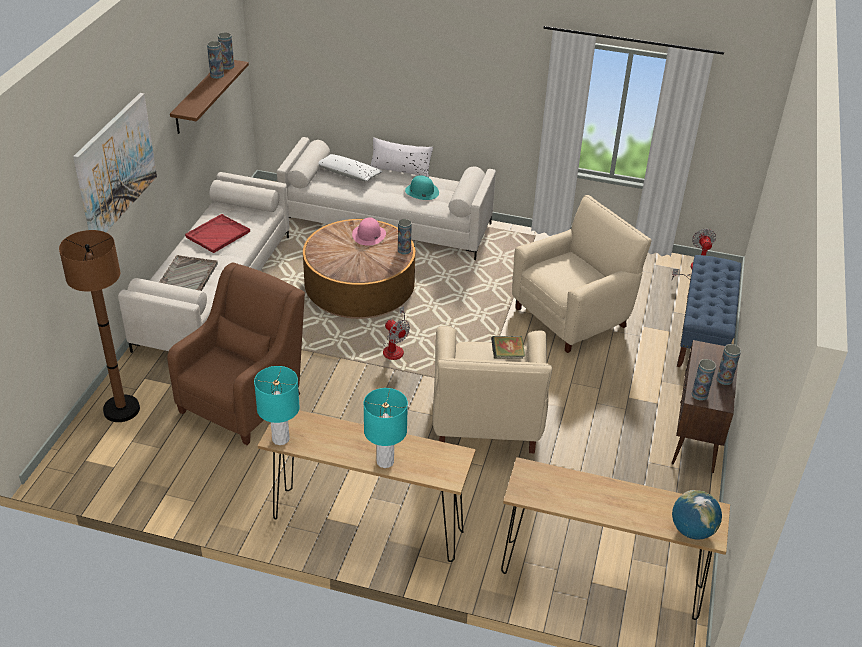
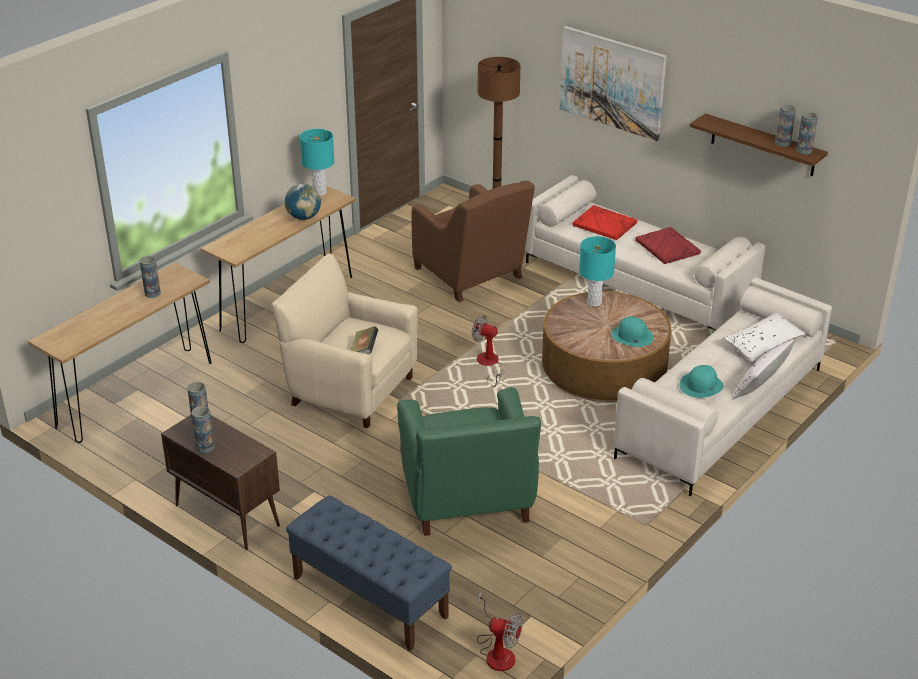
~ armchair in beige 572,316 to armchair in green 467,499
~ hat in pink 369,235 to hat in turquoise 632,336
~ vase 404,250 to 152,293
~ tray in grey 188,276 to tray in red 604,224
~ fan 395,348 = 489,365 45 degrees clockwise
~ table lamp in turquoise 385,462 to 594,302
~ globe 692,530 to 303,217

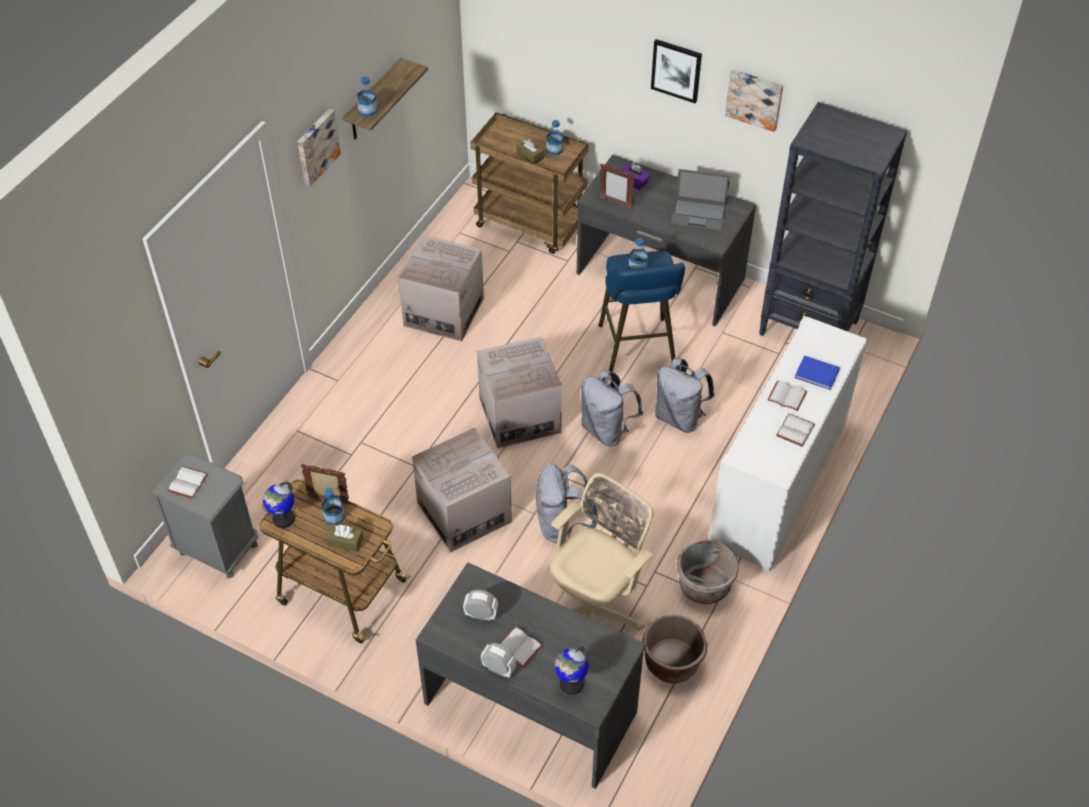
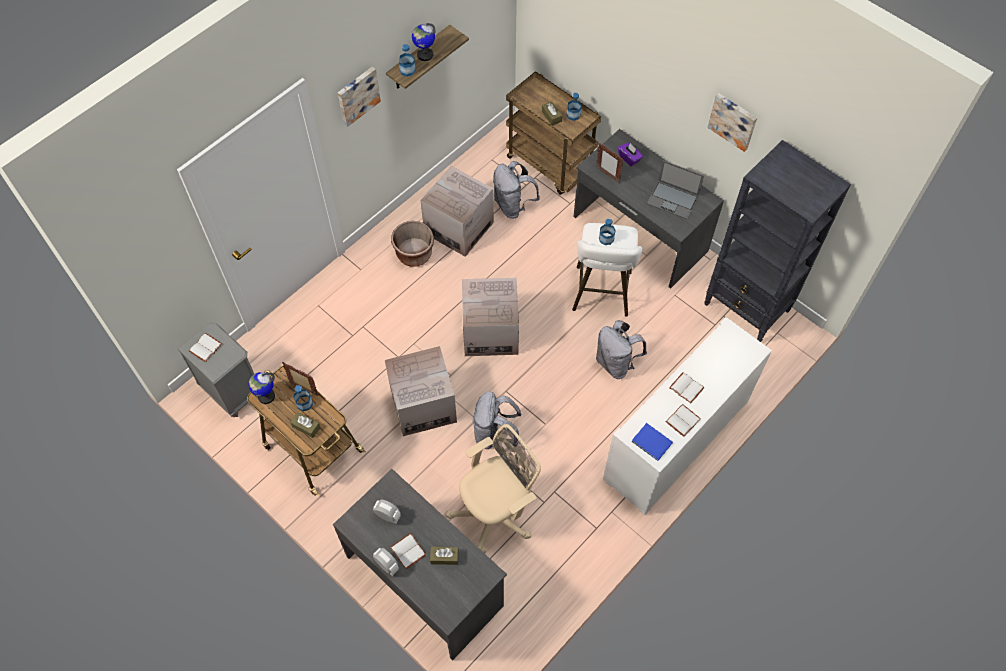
- picture 676,70
~ stool in blue 638,349 to stool in white 601,295
~ book in blue 817,375 to 652,443
~ backpack in grey 607,430 to 513,205
- planter in grey 704,586
~ planter in brown 671,663 to 414,254
~ globe 571,683 to 425,55
+ tissue box in brown 444,557

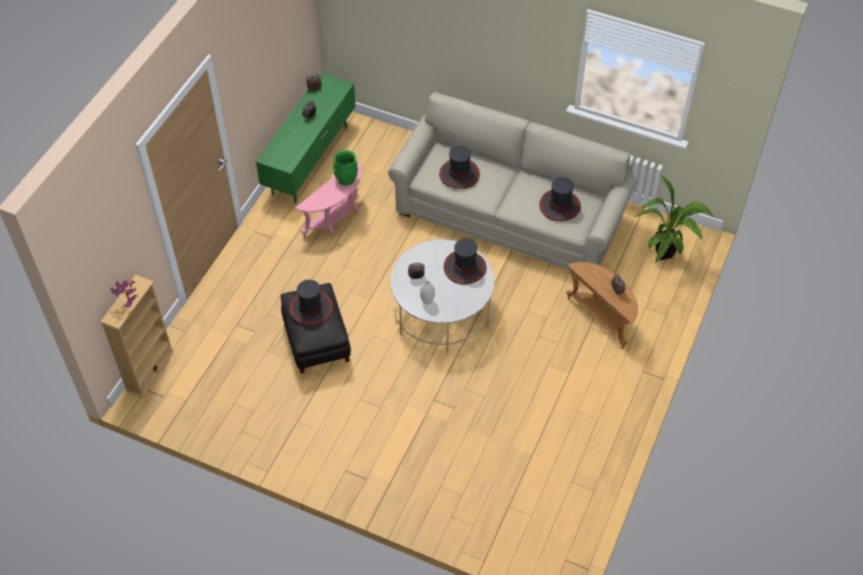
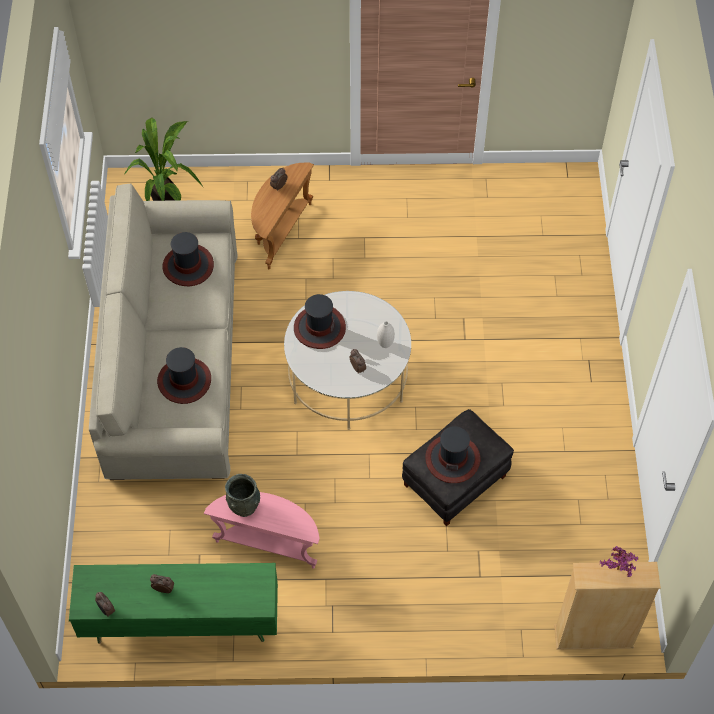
~ vase in green 346,180 to vase in grey 244,506

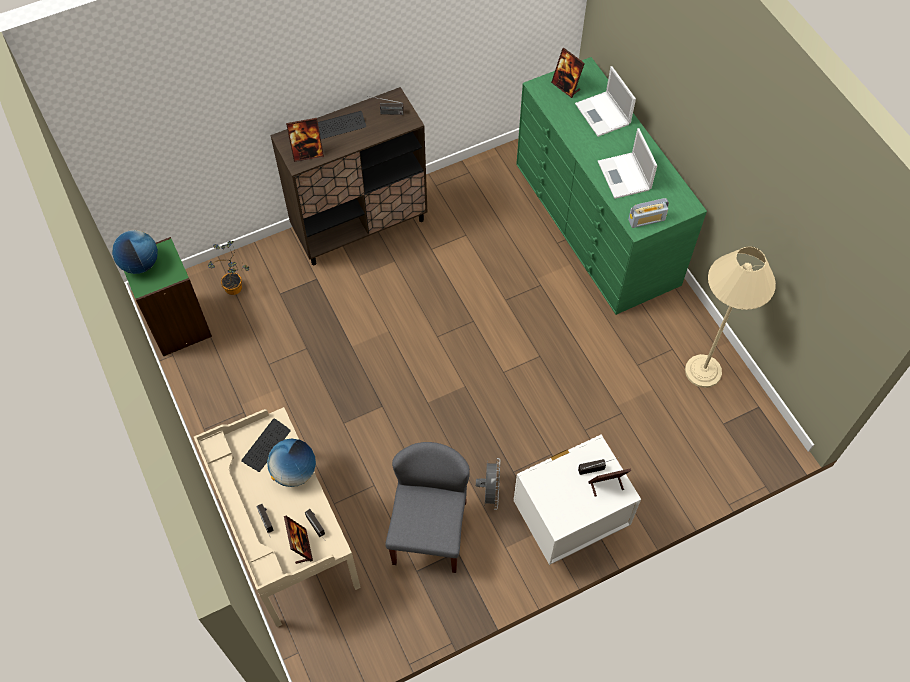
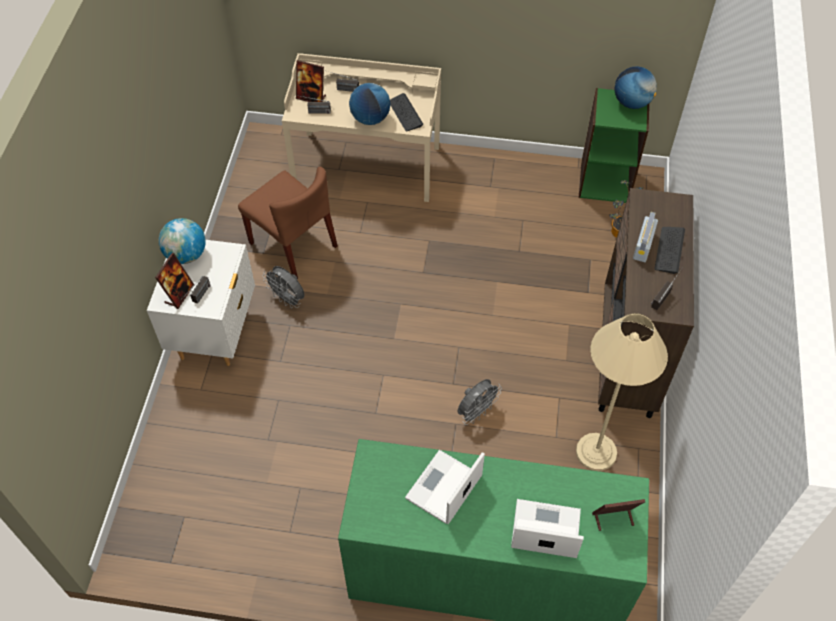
- picture frame 307,153
~ laptop 624,176 = 443,488 75 degrees counterclockwise
~ radio 646,220 to 643,246
~ floor lamp in beige 703,371 to 596,452
~ chair in grey 429,531 to chair in brown 293,245
+ globe 186,255
+ fan in grey 476,412

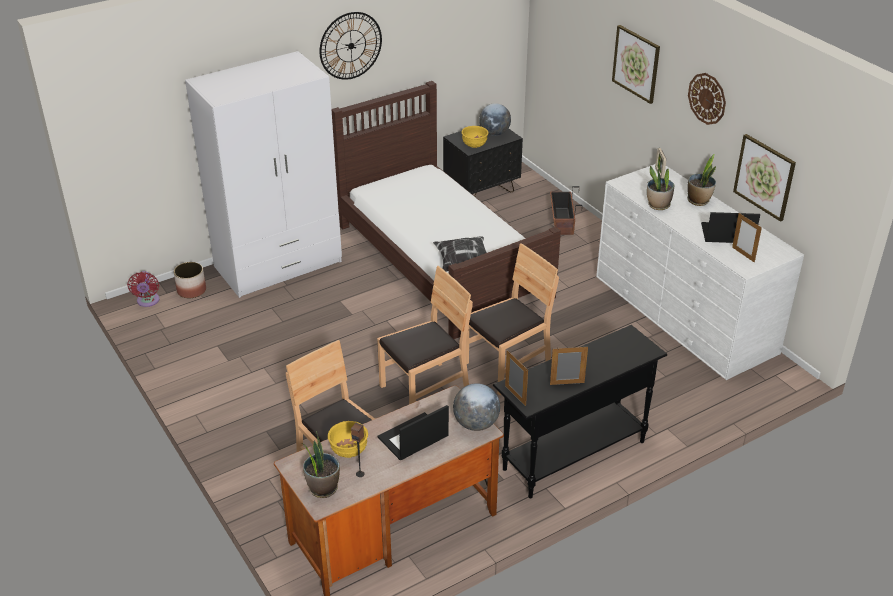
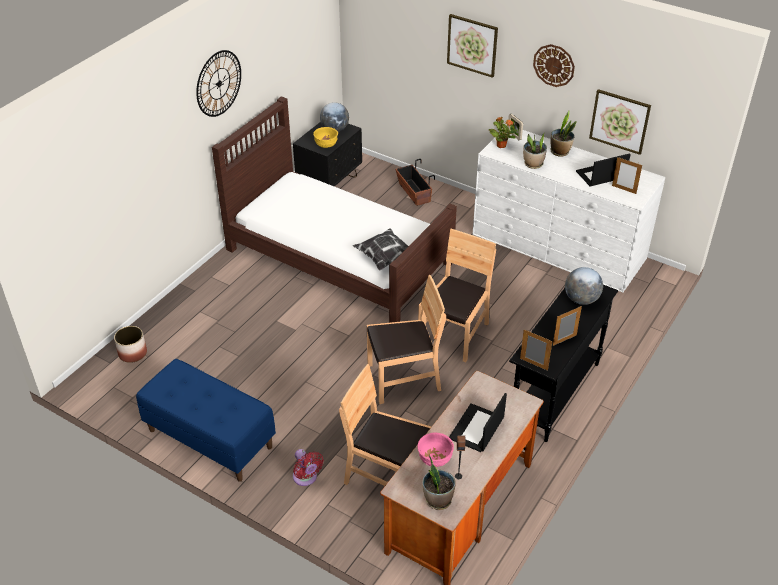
- wardrobe in white 279,264
~ chair in brown 425,390 = 403,378 45 degrees clockwise
~ fan in red 148,301 to 306,478
~ globe 476,424 to 581,299
~ bowl in yellow 348,451 to bowl in pink 434,459
+ potted plant 501,145
+ bench in blue 209,439

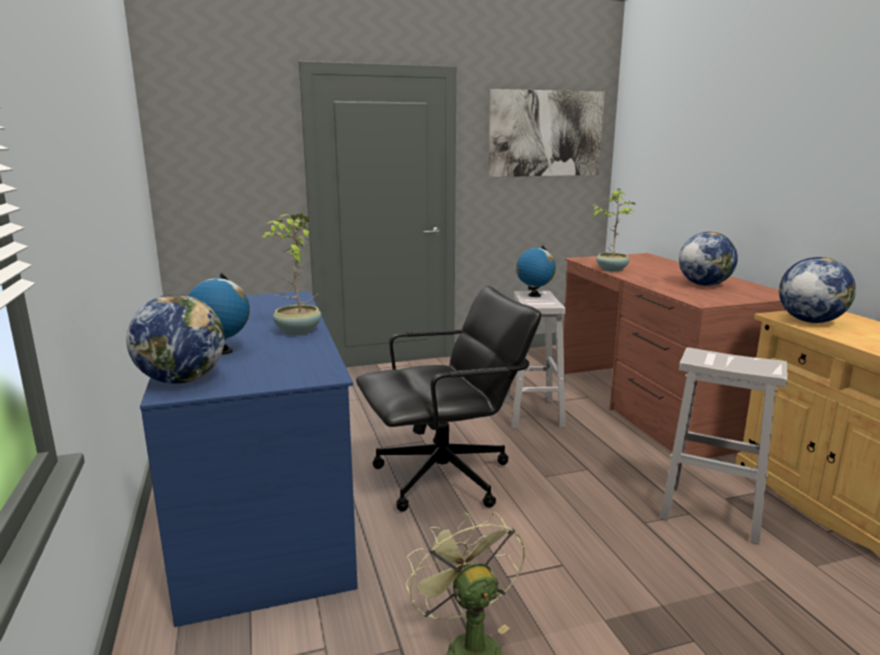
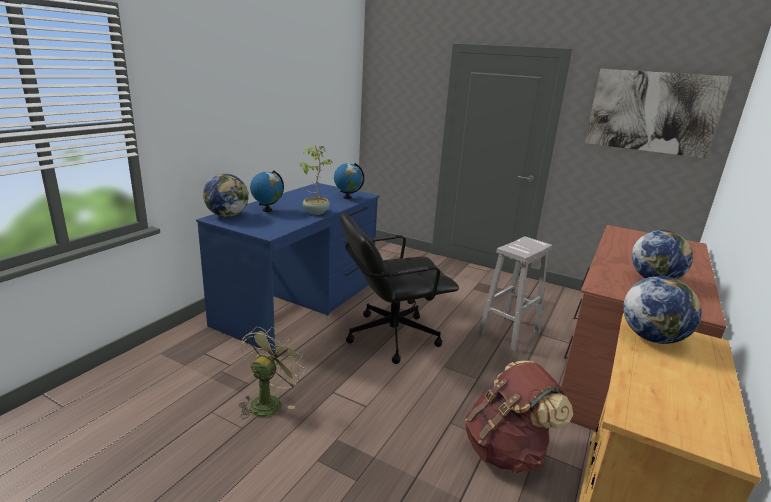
- potted plant 611,269
~ globe 534,295 to 347,197
~ office chair in black 445,477 = 391,335 135 degrees clockwise
~ stool in white 713,513 to backpack in brown 507,450

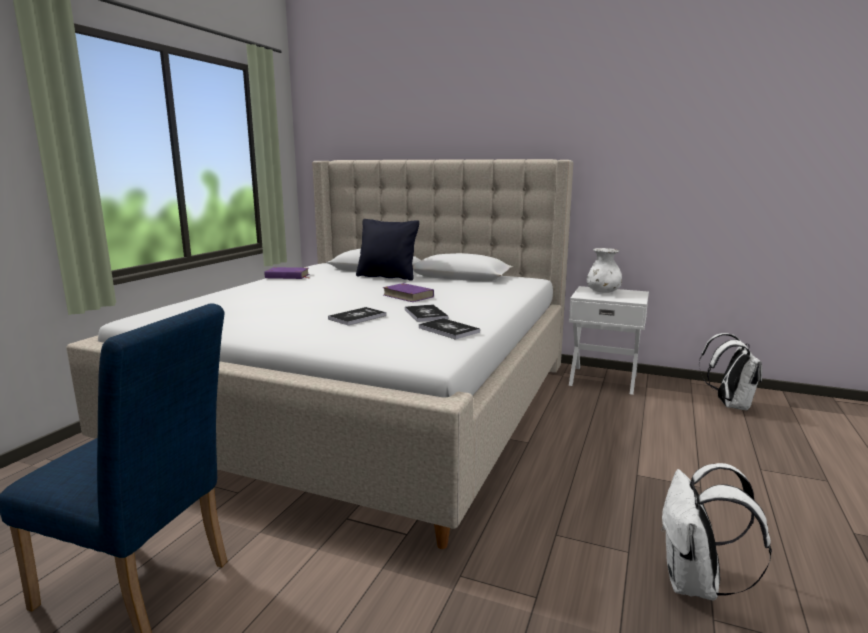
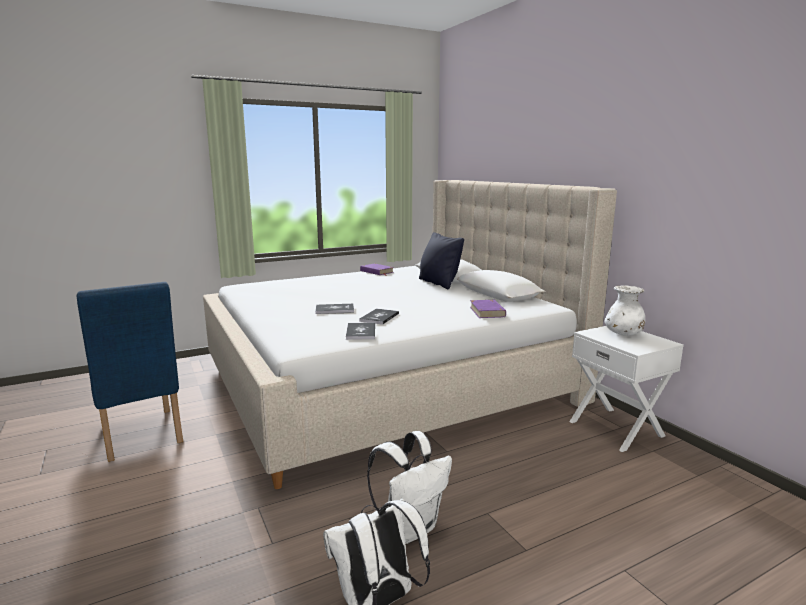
~ book in purple 408,296 to 487,312
~ backpack in white 729,404 to 410,528

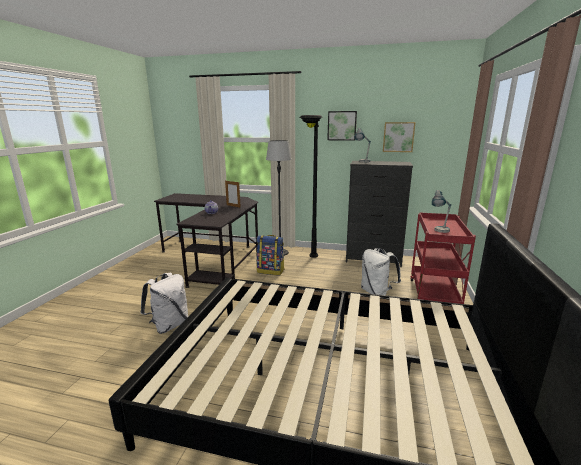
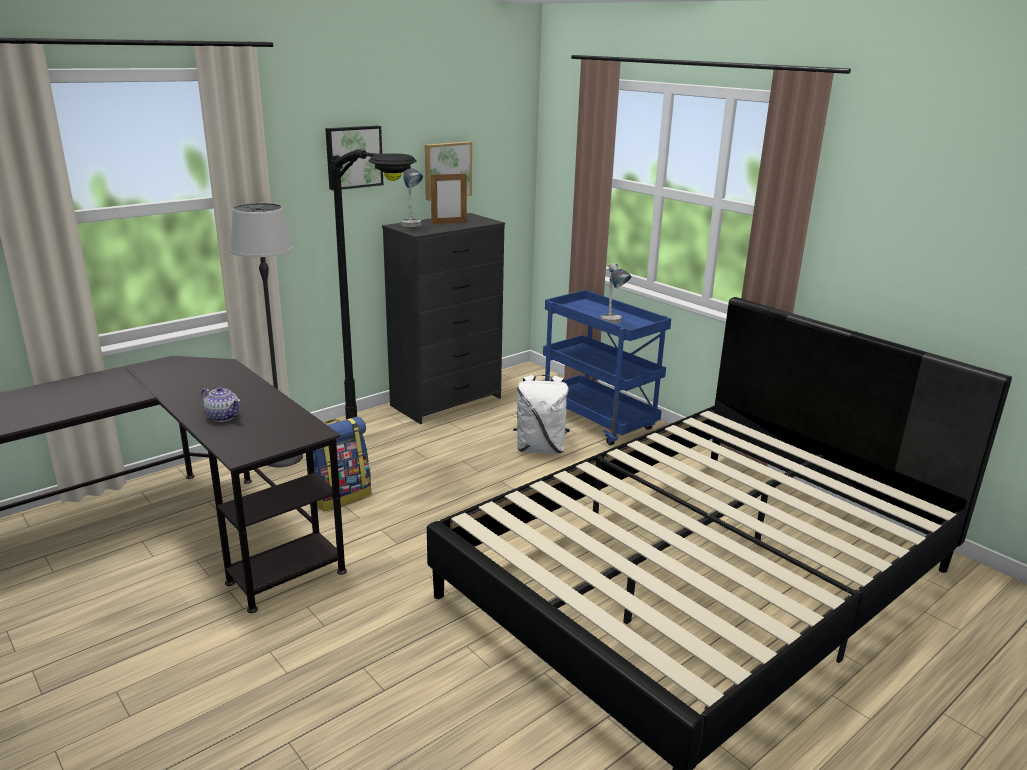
~ picture frame 233,206 to 449,223
~ cart in red 434,297 to cart in blue 599,421
- backpack in white 169,325

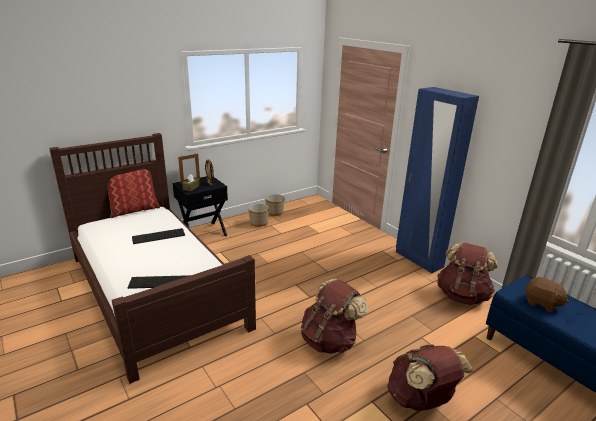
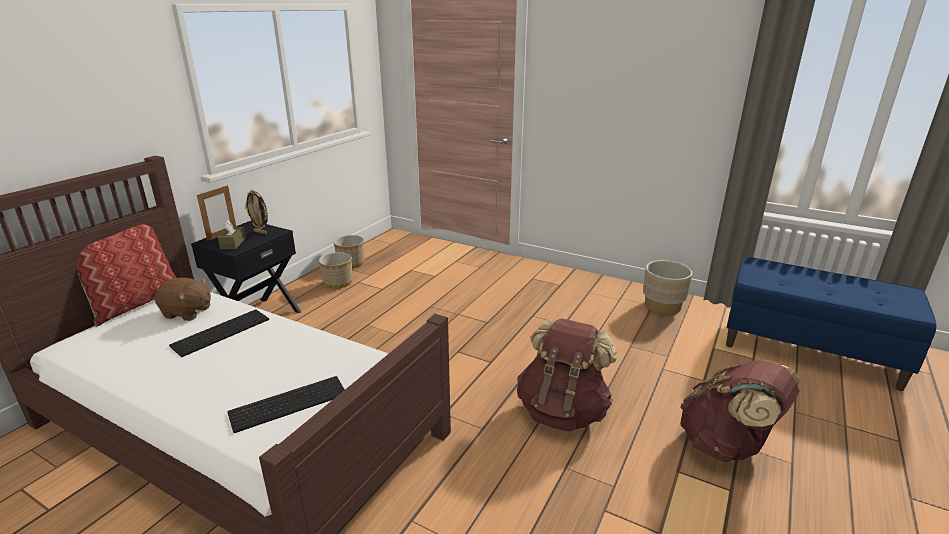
- wardrobe in blue 418,260
~ backpack in brown 462,295 to planter in beige 662,306
~ plush toy in brown 542,303 to 187,312

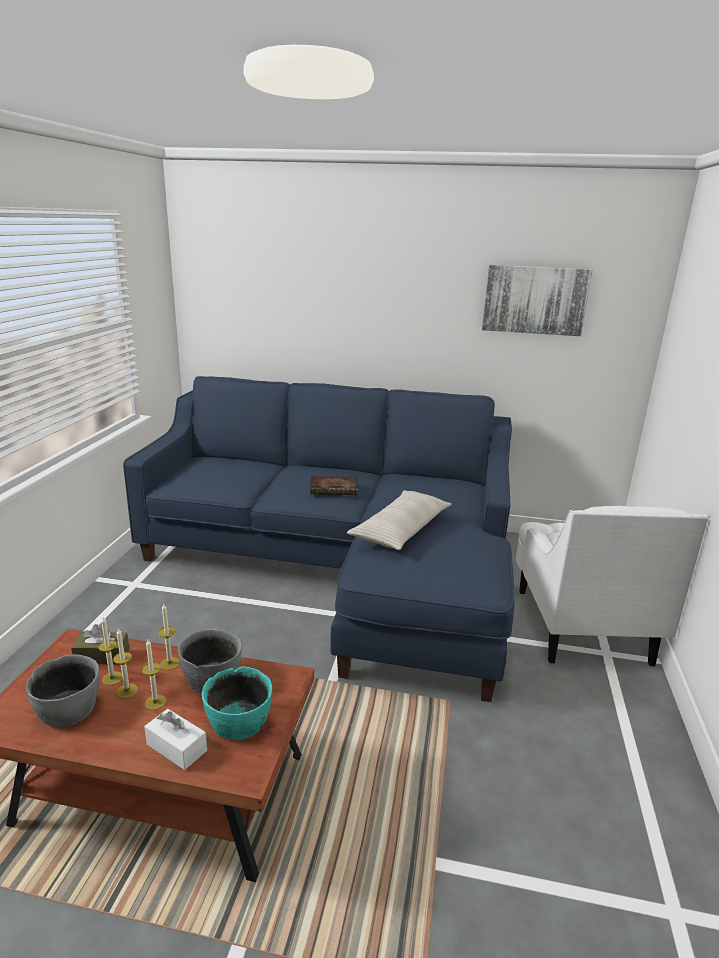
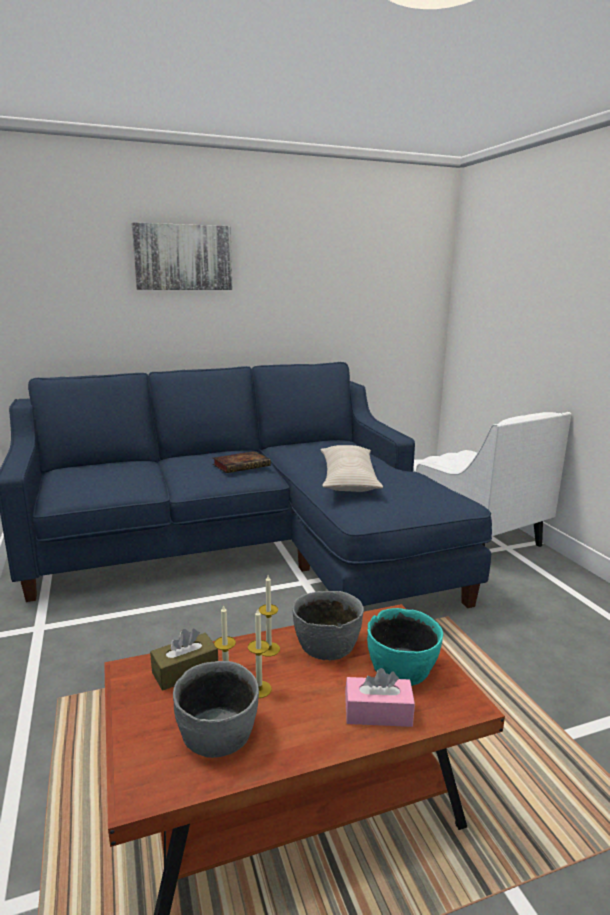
~ picture 535,300 to 183,257
- candle 155,702
~ tissue box in white 176,747 to tissue box in pink 378,713

